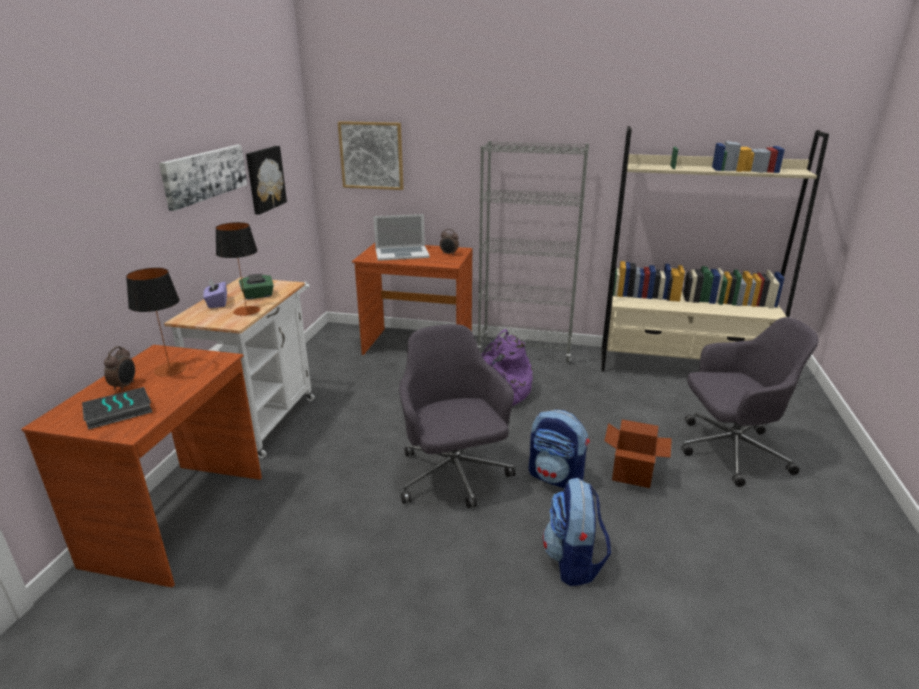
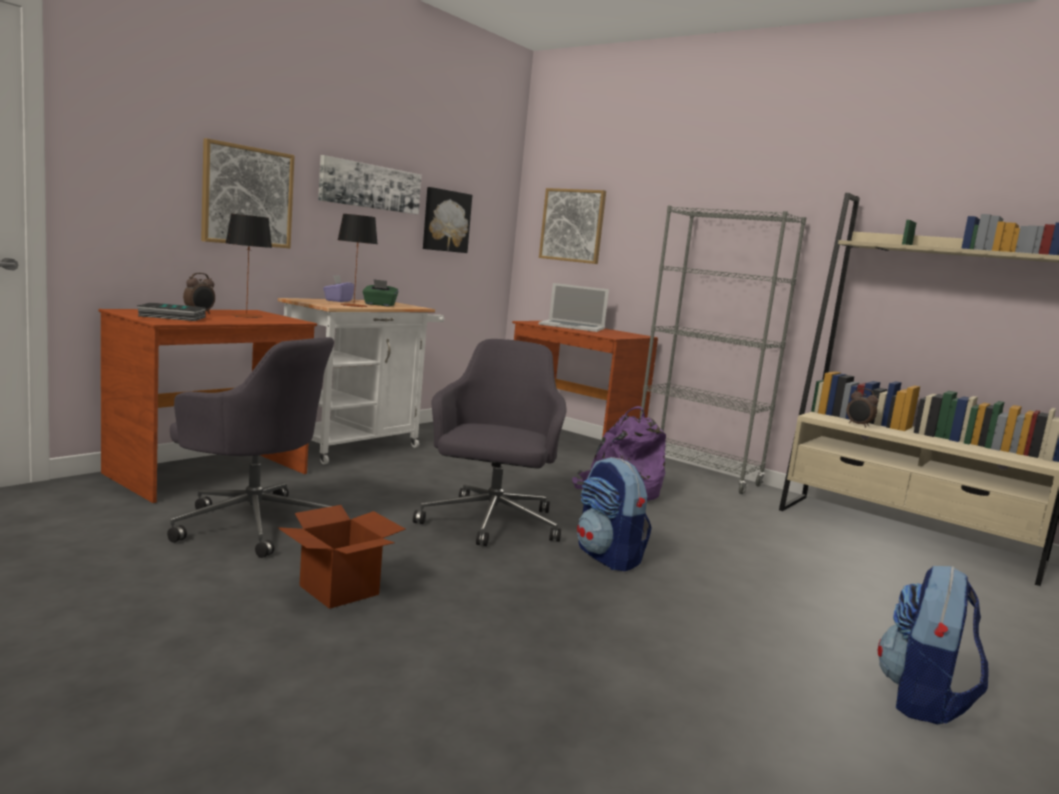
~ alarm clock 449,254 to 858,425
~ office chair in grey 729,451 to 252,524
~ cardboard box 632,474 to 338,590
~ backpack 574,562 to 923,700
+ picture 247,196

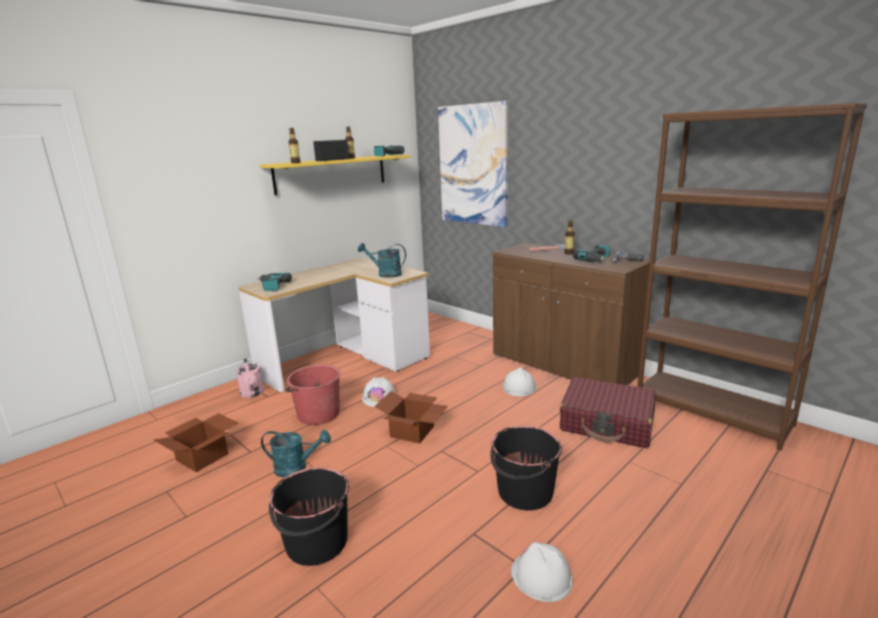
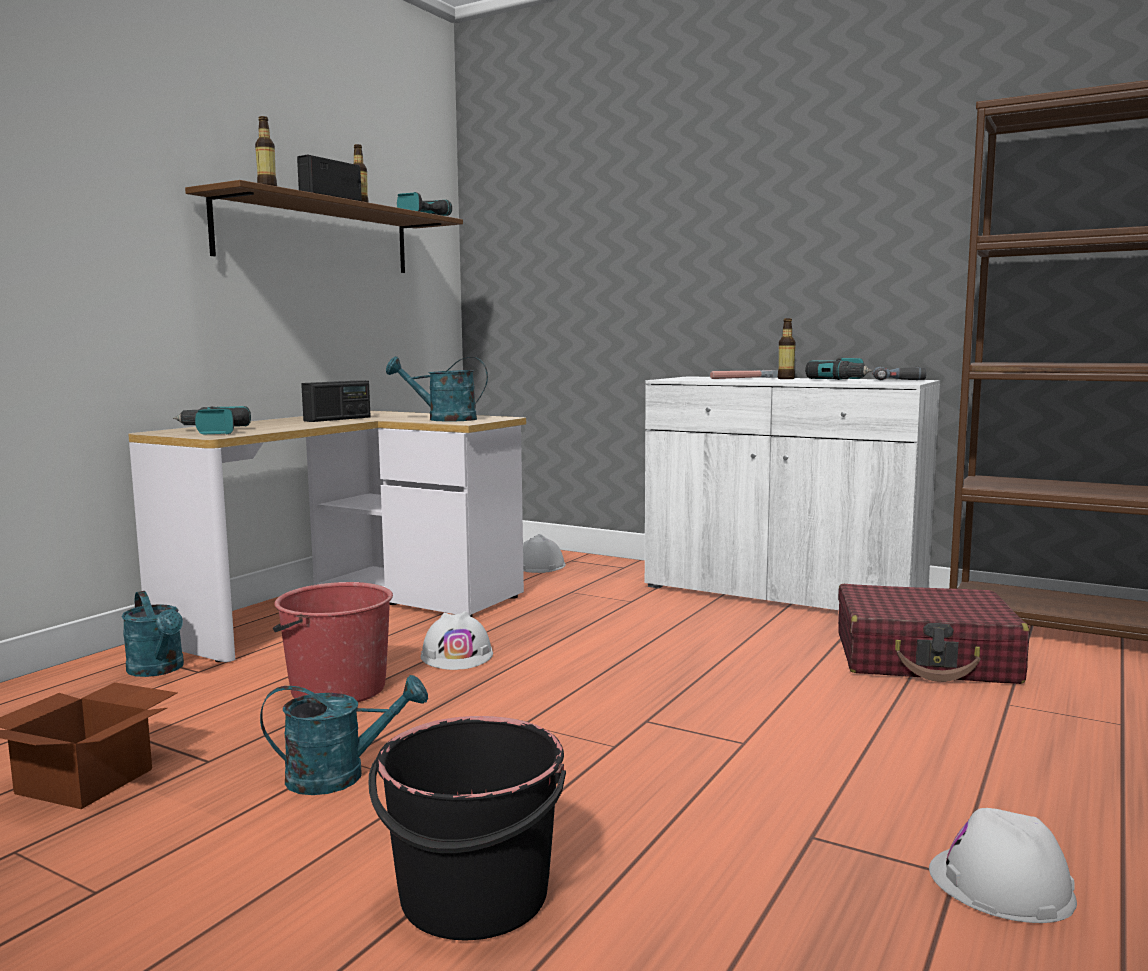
- picture 473,165
~ shelf in yellow 332,173 to shelf in brown 317,236
~ cabinet in brown 563,365 to cabinet in white 782,592
~ watering can in pink 252,394 to watering can in turquoise 159,670
~ hard hat in white 519,387 to 539,566
- cardboard box 413,432
- bucket in black 524,493
+ radio 337,419

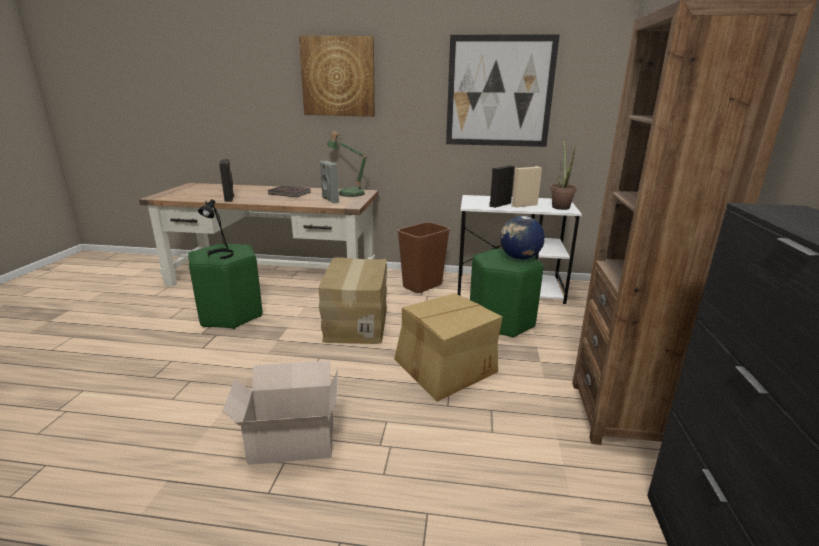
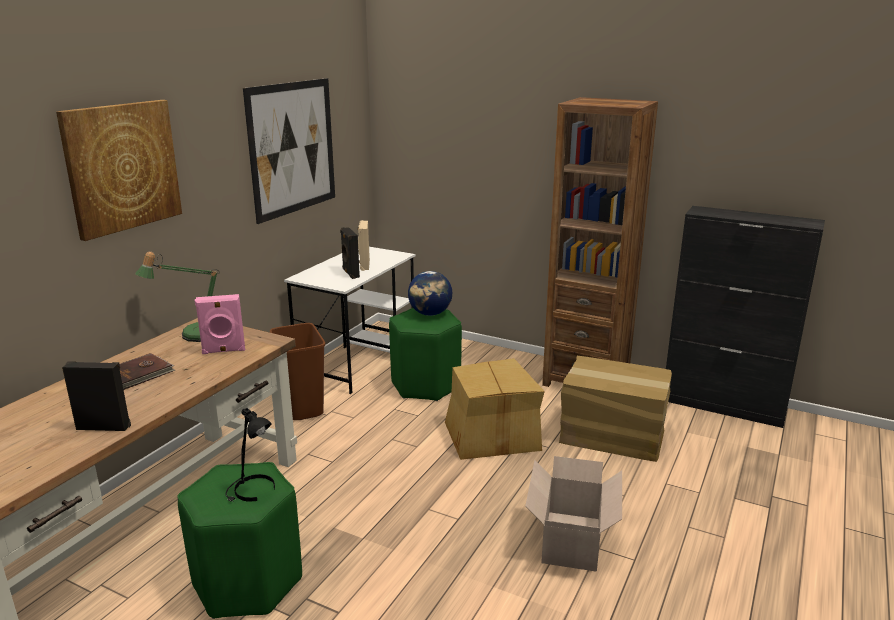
- potted plant 560,206
~ speaker in grey 329,200 to speaker in pink 224,351
~ cardboard box 355,322 to 611,435

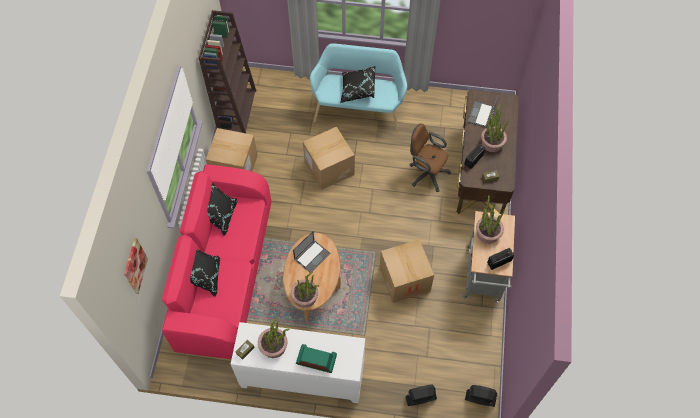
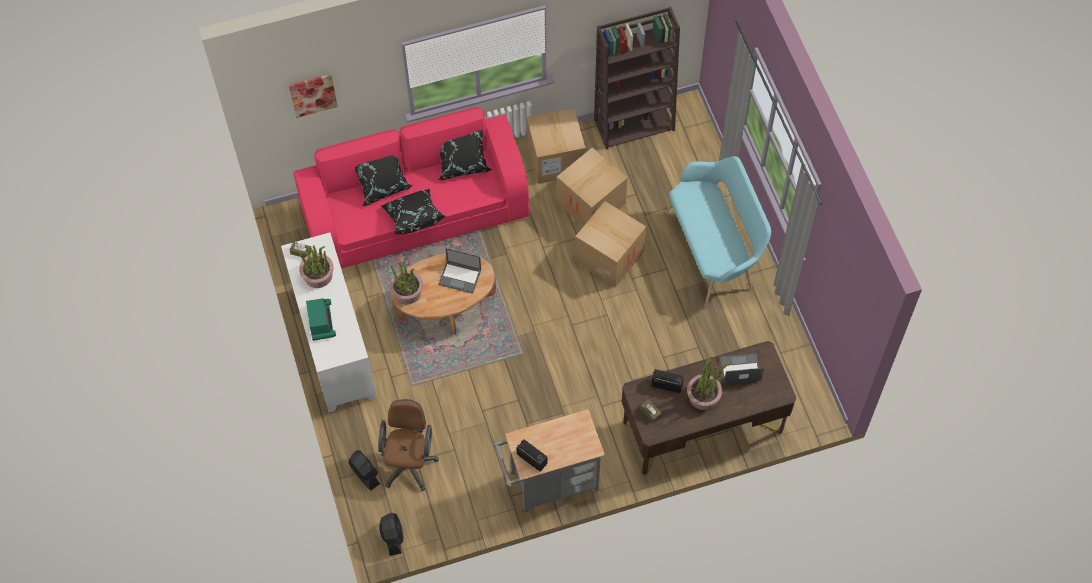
~ pillow in black 357,90 to 413,217
~ office chair in brown 426,173 to 409,462
- potted plant 487,233
~ cardboard box 404,279 to 591,203

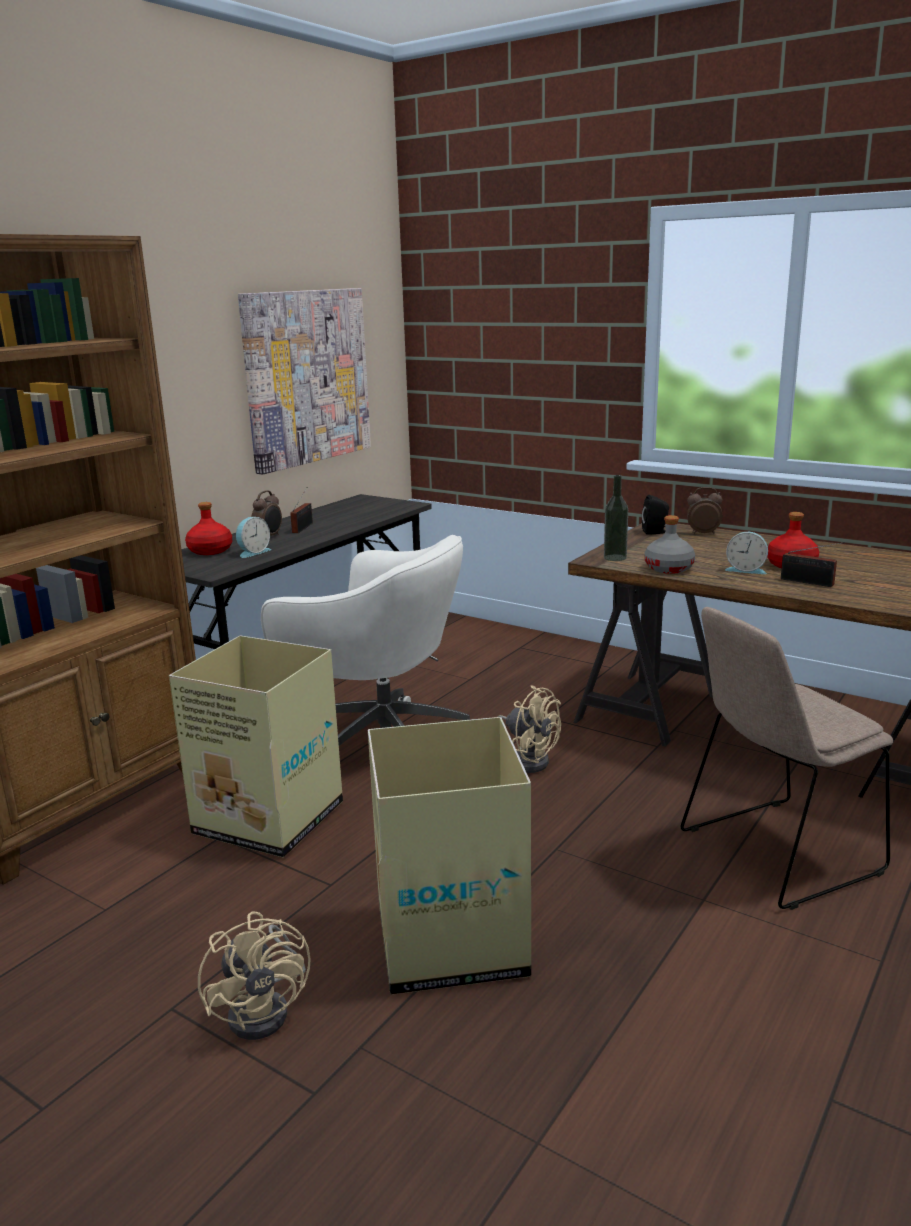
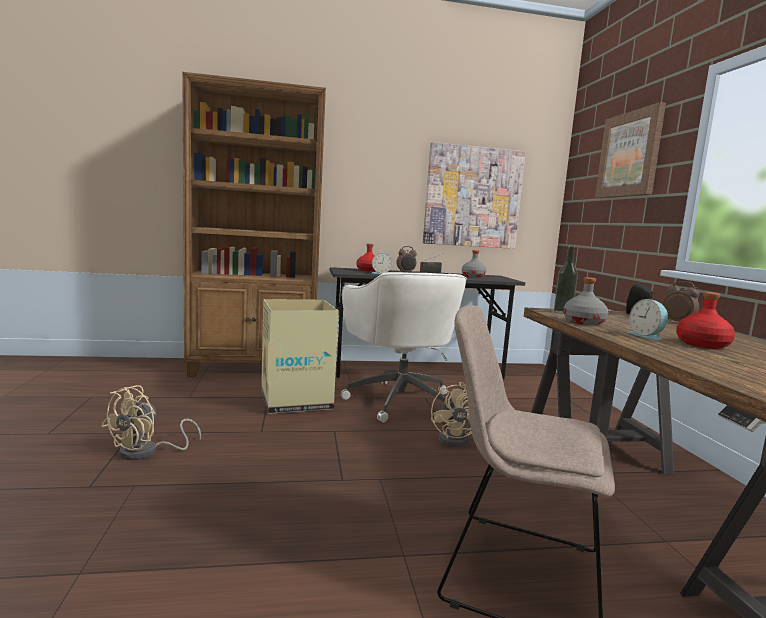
- radio 809,582
- cardboard box 451,939
+ picture 629,154
+ bottle in grey 473,276

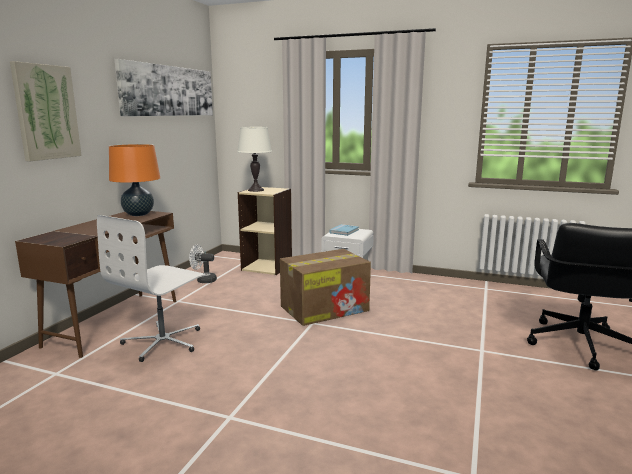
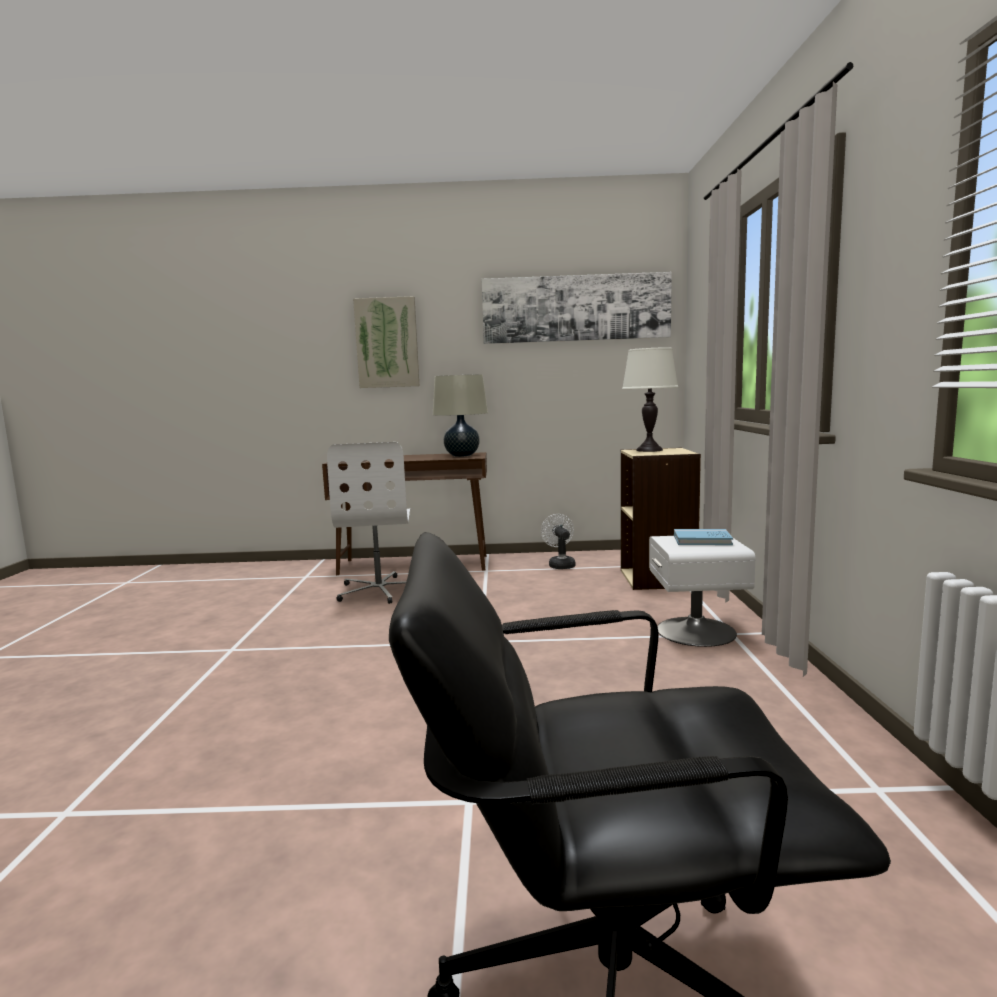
~ table lamp in orange 138,214 to table lamp in beige 462,455
~ office chair in white 163,342 = 380,590 105 degrees counterclockwise
- cardboard box 325,308

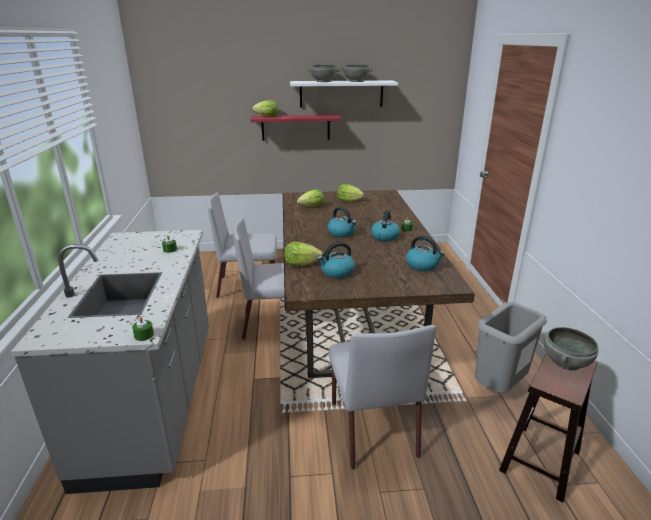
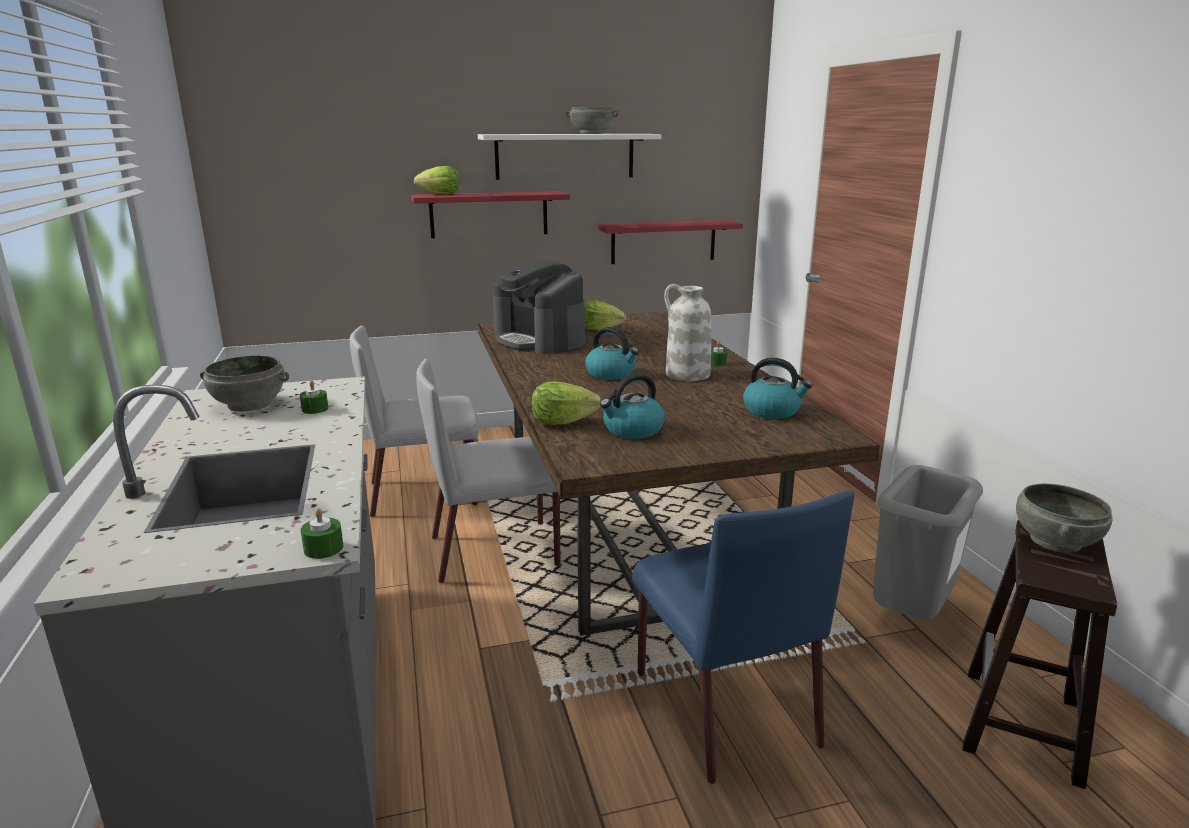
~ bowl in grey 324,81 to 250,404
~ lettuce 312,207 to coffee machine 540,340
~ kettle 385,236 to vase in white 687,375
~ chair in grey 372,427 to chair in blue 722,705
+ shelf in red 663,241

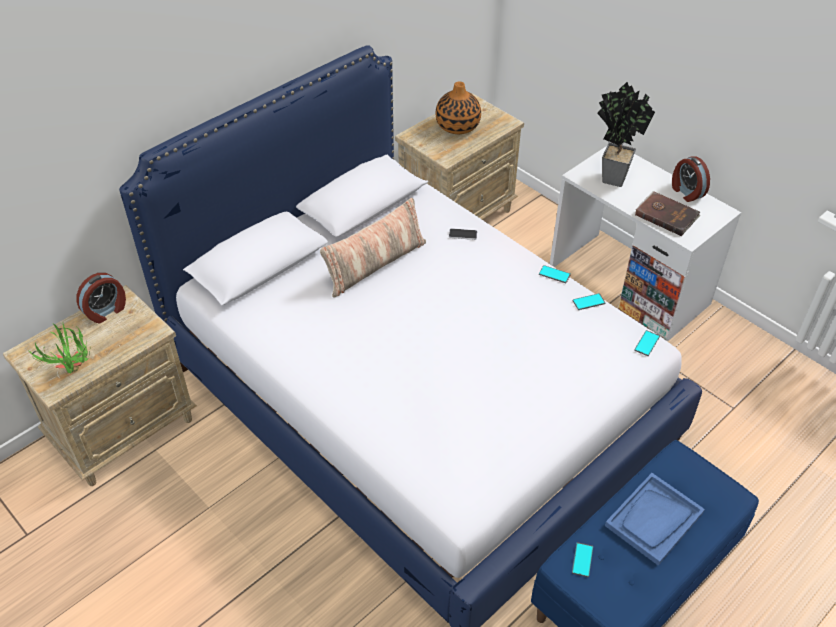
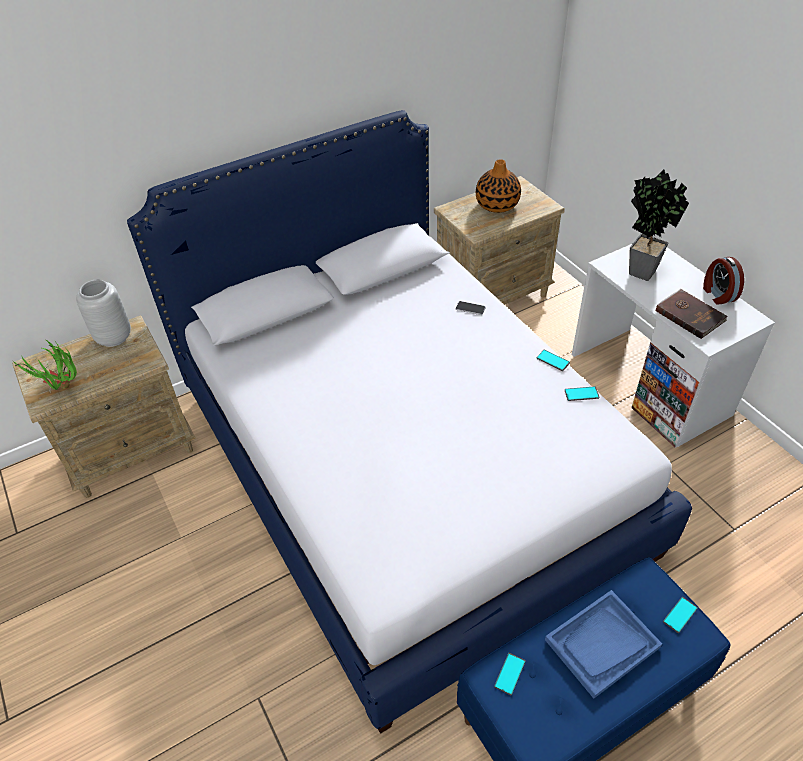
- pillow 375,264
~ alarm clock 106,311 to vase in grey 114,337
~ phone 646,343 to 680,615

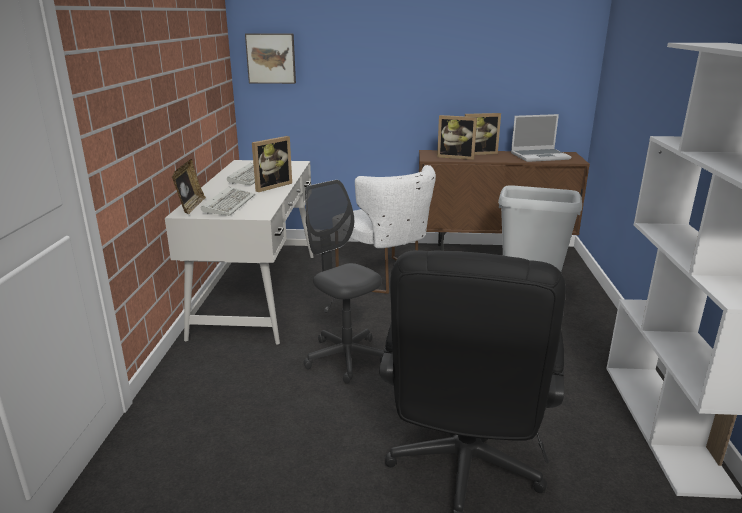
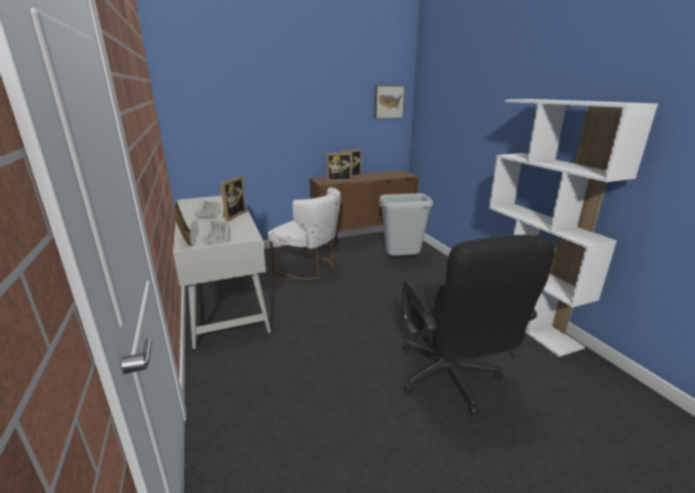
~ picture 271,58 to 388,102
- laptop 540,156
- office chair in grey 345,358

